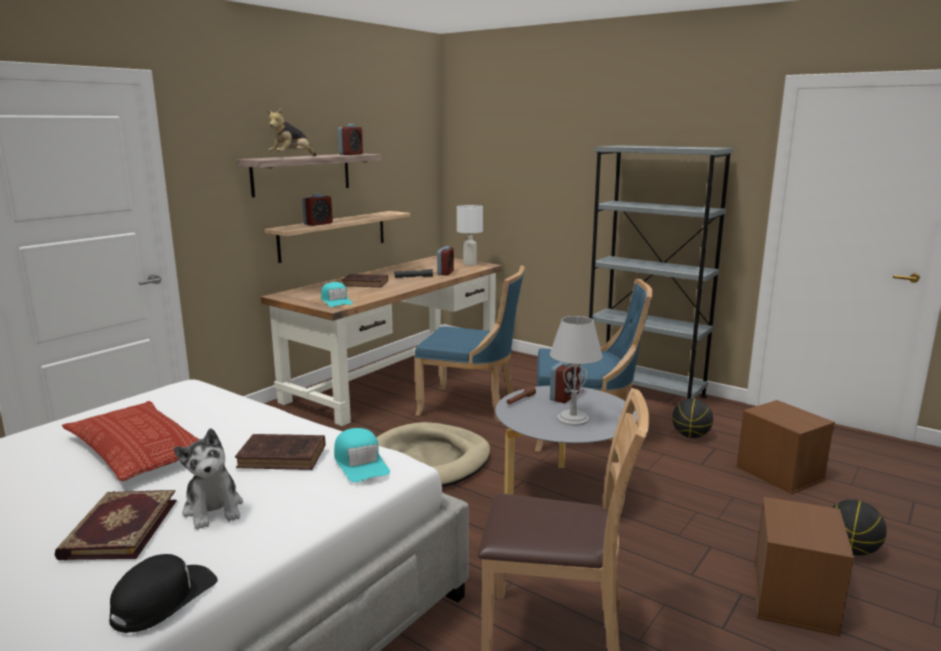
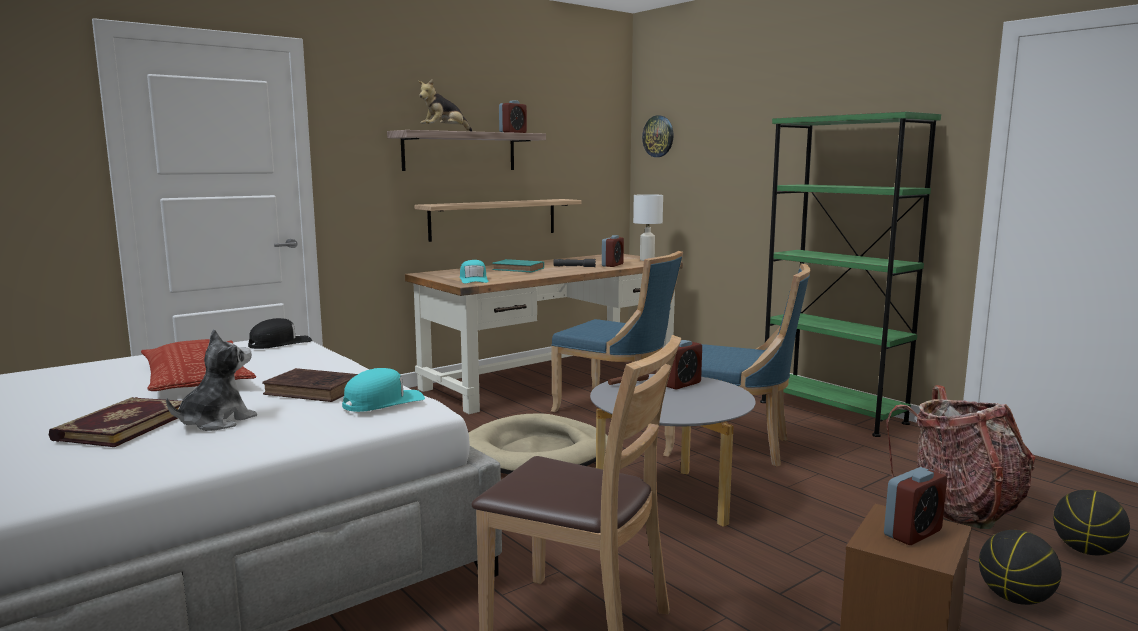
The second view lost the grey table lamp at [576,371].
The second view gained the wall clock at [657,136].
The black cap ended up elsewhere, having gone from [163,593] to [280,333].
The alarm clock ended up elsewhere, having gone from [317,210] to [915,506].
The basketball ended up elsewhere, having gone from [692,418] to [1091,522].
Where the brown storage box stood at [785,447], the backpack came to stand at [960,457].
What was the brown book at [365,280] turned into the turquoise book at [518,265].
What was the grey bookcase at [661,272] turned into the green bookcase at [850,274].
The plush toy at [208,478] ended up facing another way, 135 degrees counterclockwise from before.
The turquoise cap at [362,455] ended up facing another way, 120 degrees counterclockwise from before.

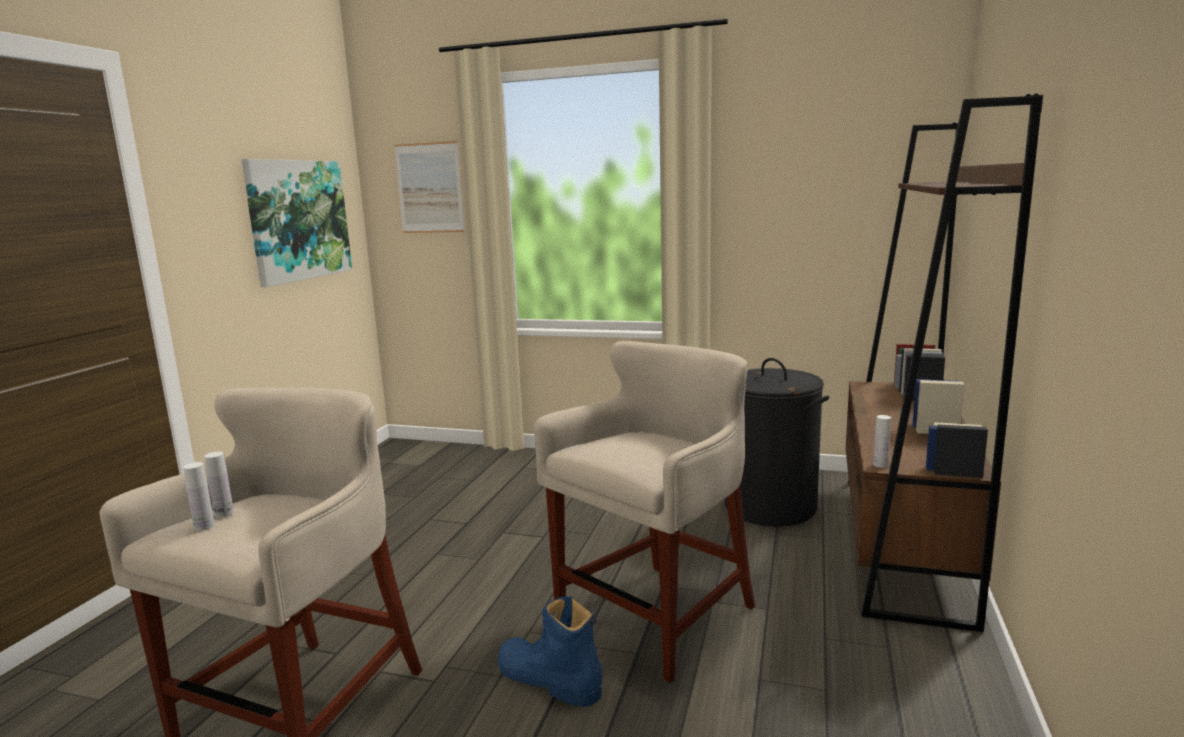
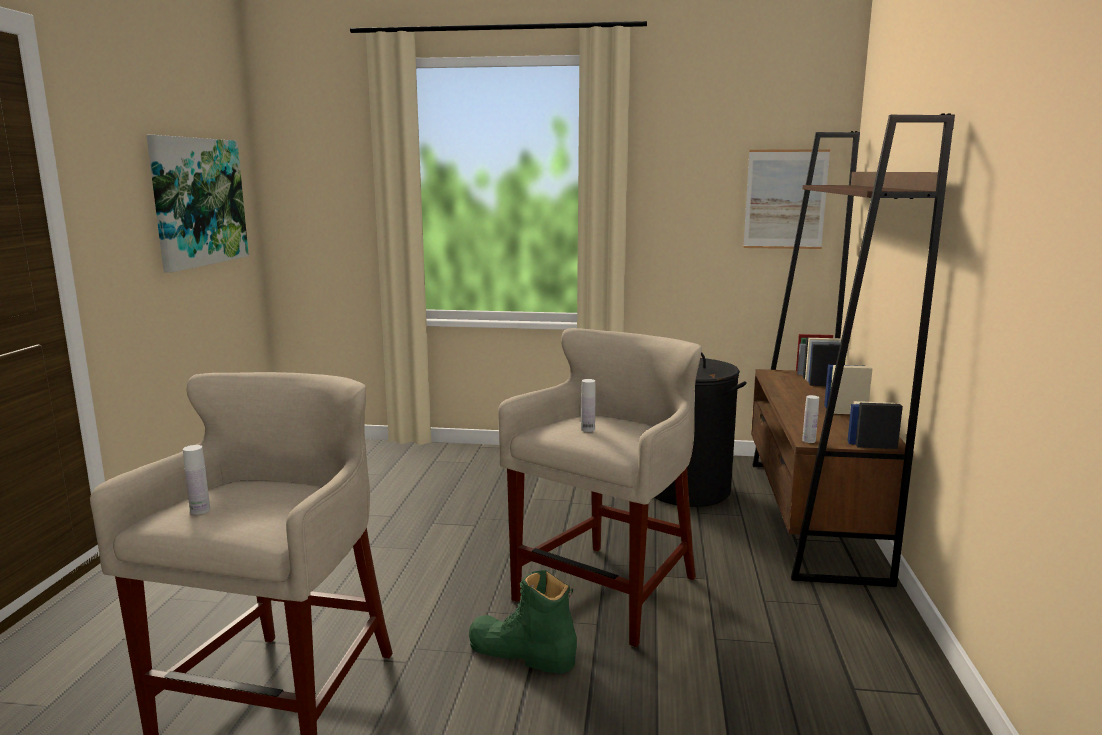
The white bottle ended up elsewhere, having gone from [219,485] to [588,405].
The picture ended up elsewhere, having gone from [429,187] to [786,199].
What was the blue boot at [550,651] turned into the green boot at [523,622].

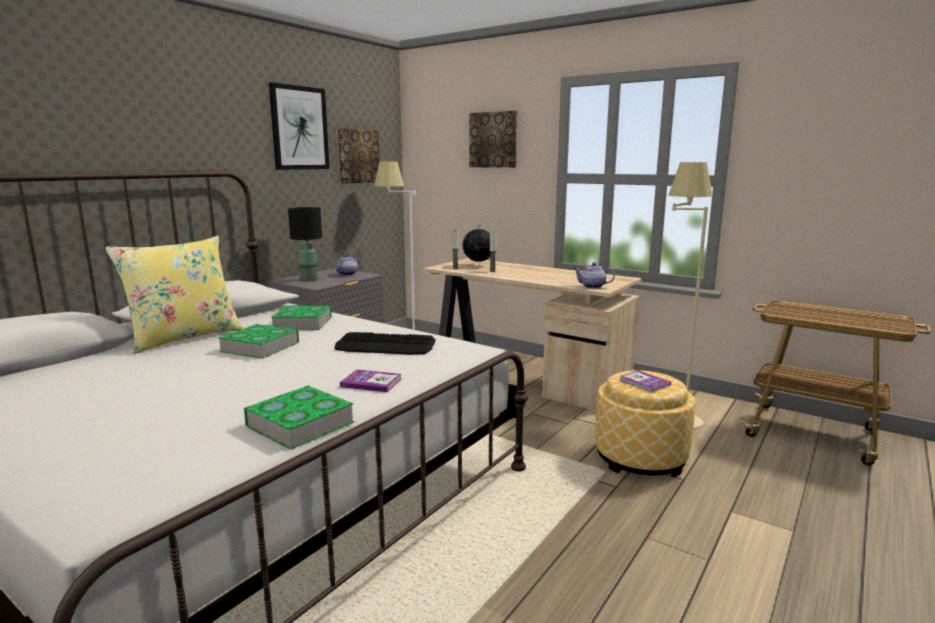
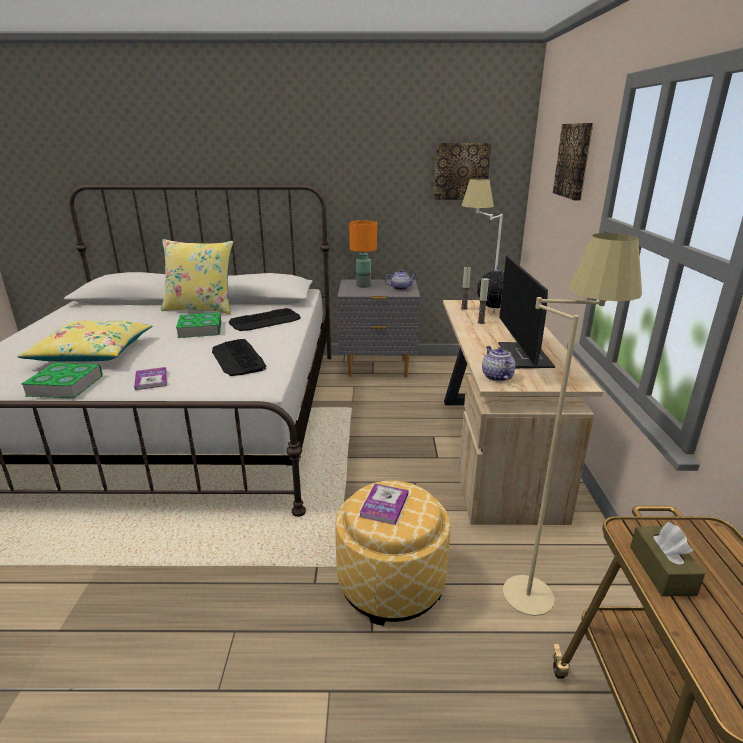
The second view lost the picture at [299,126].
The second view gained the yellow pillow at [84,341].
The second view gained the monitor at [526,311].
The second view gained the brown tissue box at [667,559].
Where the book stood at [301,317], the keyboard came to stand at [265,319].
What was the black table lamp at [305,244] turned into the orange table lamp at [363,254].

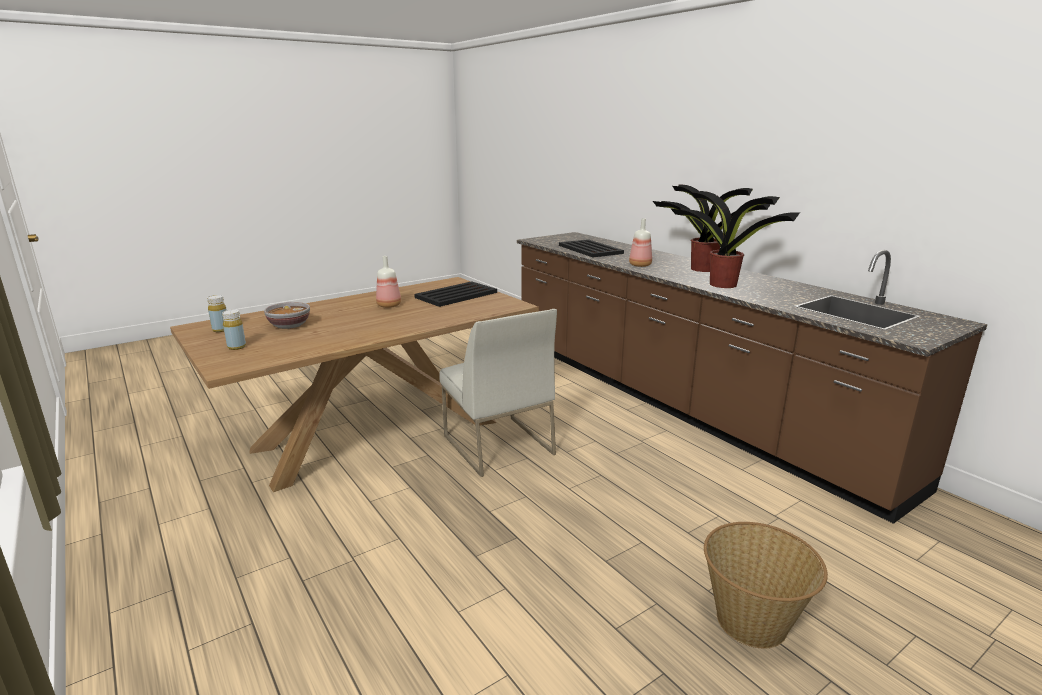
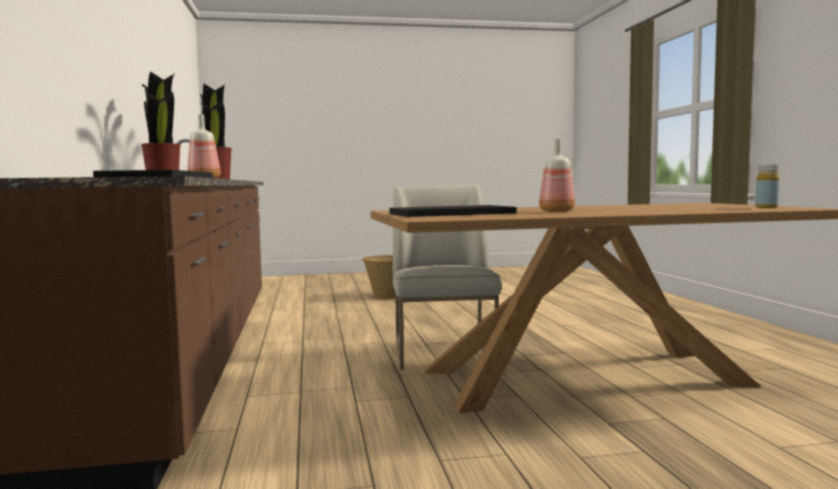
The second view lost the yellow bottle at [234,329].
The second view lost the bowl at [287,315].

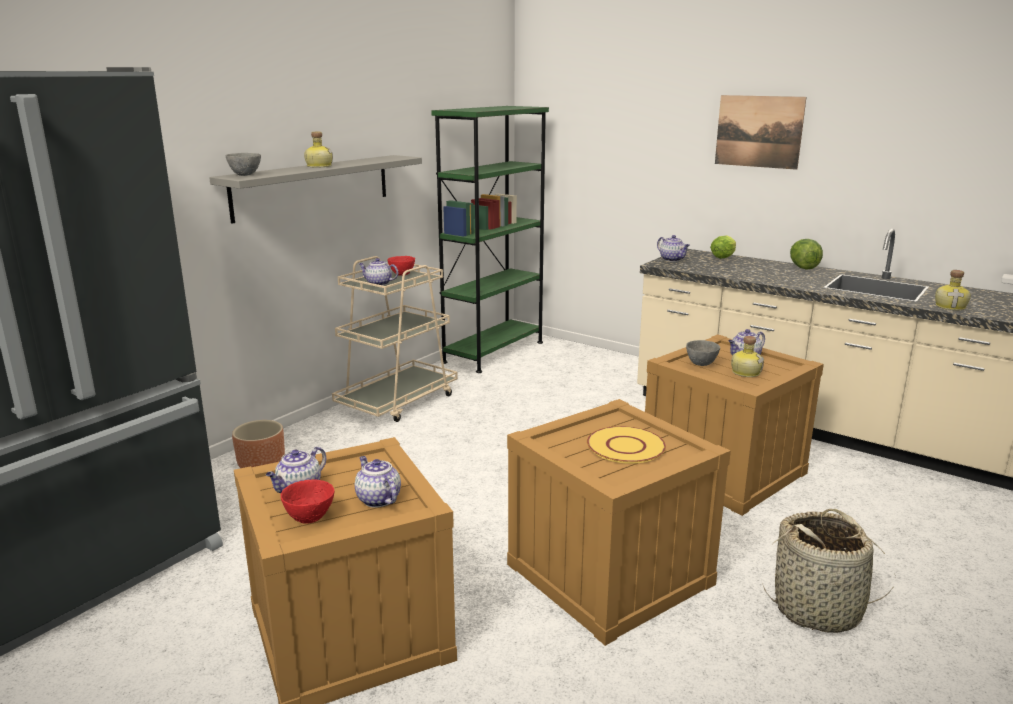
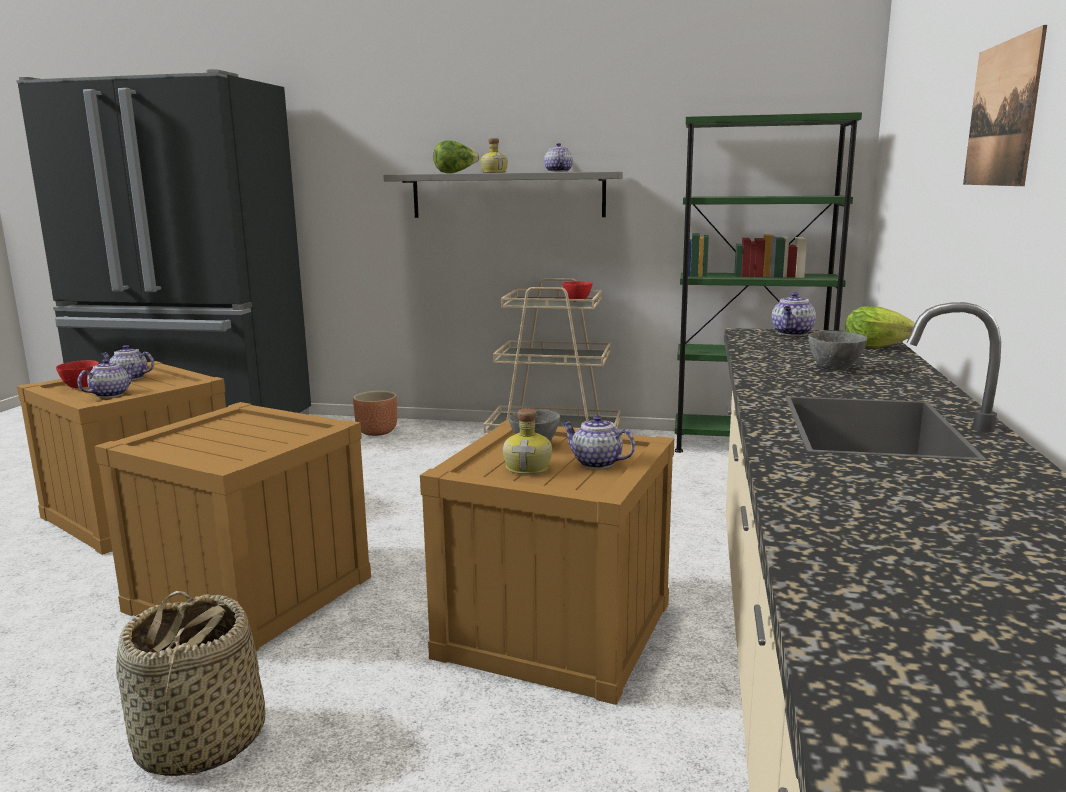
The second view lost the yellow plate at [626,445].
The second view lost the bottle at [953,290].
The grey bowl ended up elsewhere, having gone from [243,164] to [837,350].
The teapot ended up elsewhere, having gone from [378,272] to [558,157].
The lettuce ended up elsewhere, having gone from [806,254] to [456,156].

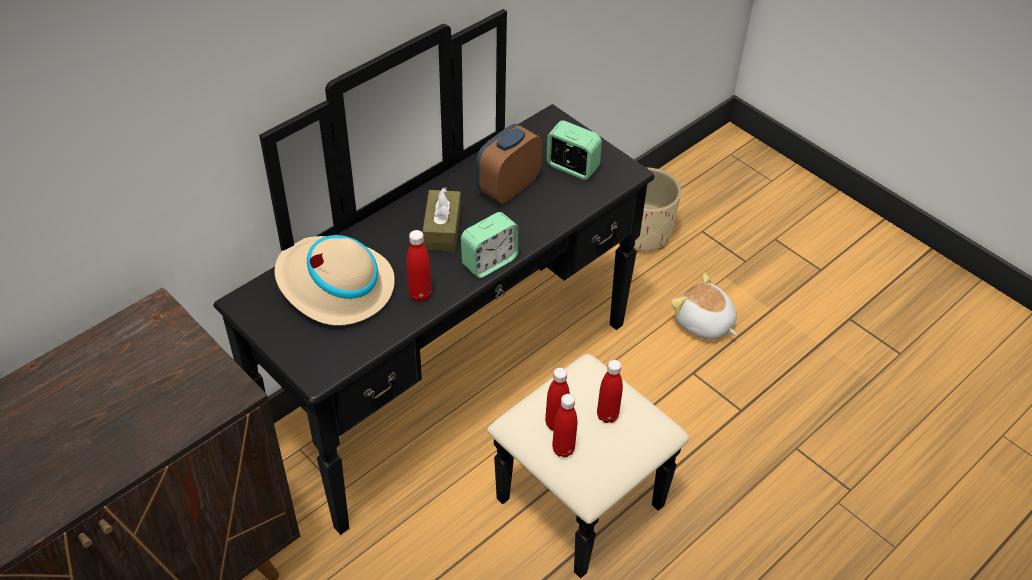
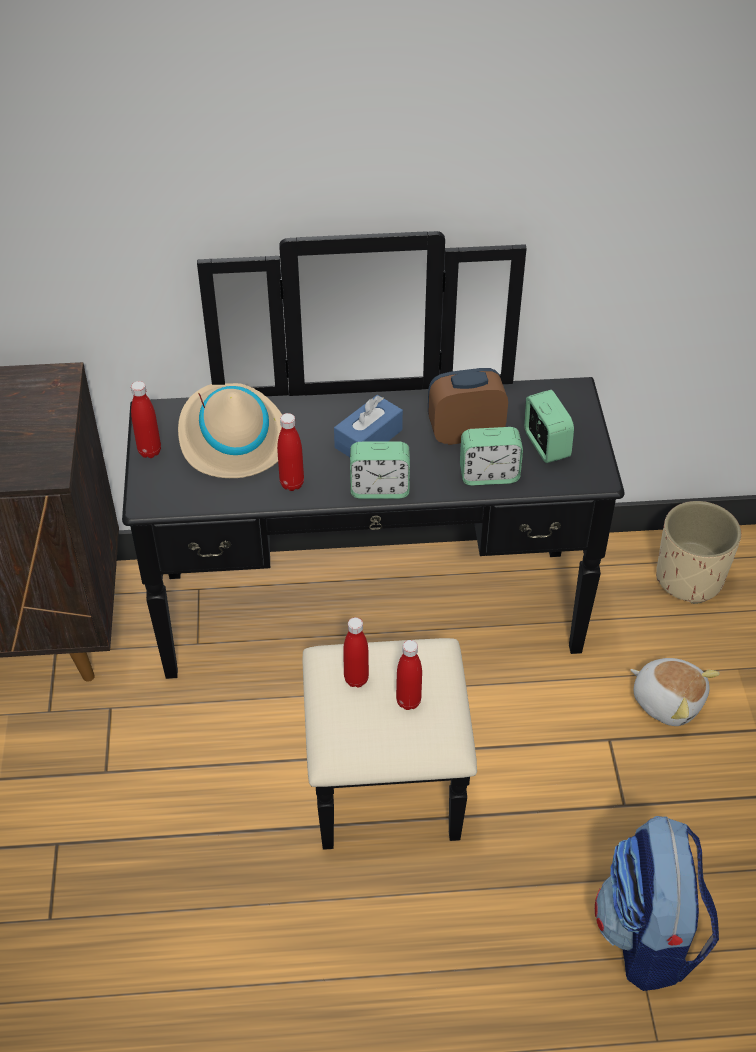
The second view gained the alarm clock at [491,456].
The second view gained the backpack at [657,903].
The red bottle ended up elsewhere, having gone from [564,426] to [146,419].
What was the brown tissue box at [441,219] turned into the blue tissue box at [368,426].
The plush toy at [704,306] ended up facing another way, 135 degrees clockwise from before.

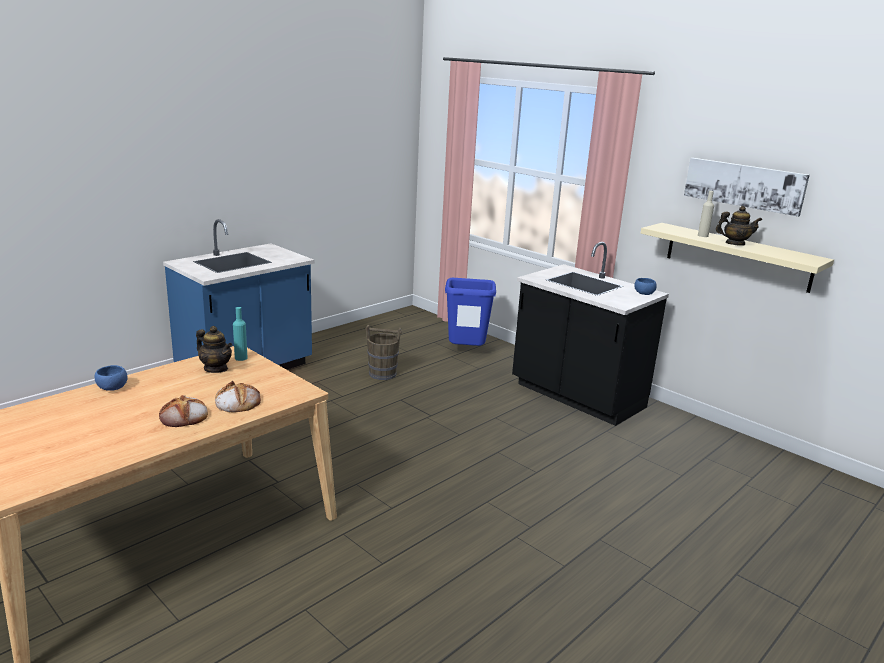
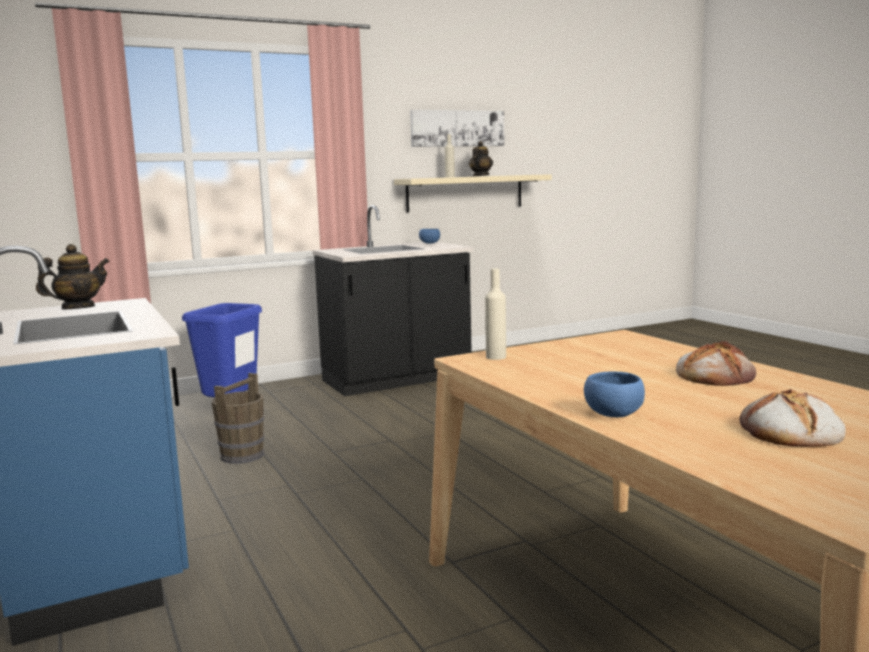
The teapot ended up elsewhere, having gone from [214,349] to [73,276].
The bread ended up elsewhere, having gone from [238,396] to [792,418].
What was the turquoise bottle at [240,334] turned into the beige bottle at [495,314].

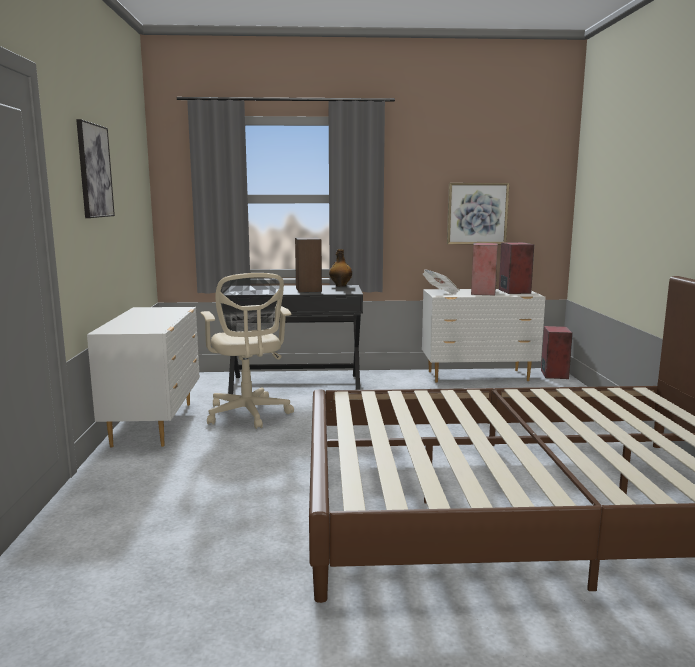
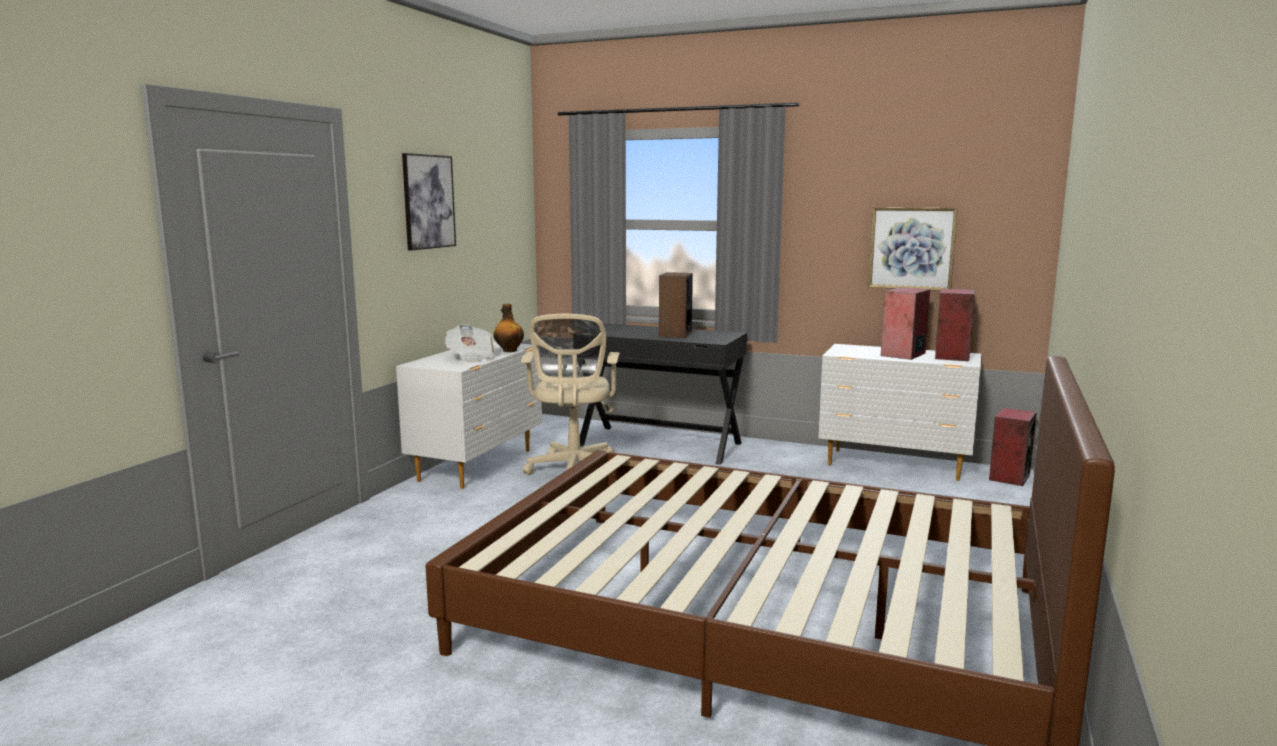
The bottle ended up elsewhere, having gone from [340,268] to [509,328].
The newspaper ended up elsewhere, having gone from [441,282] to [470,343].

